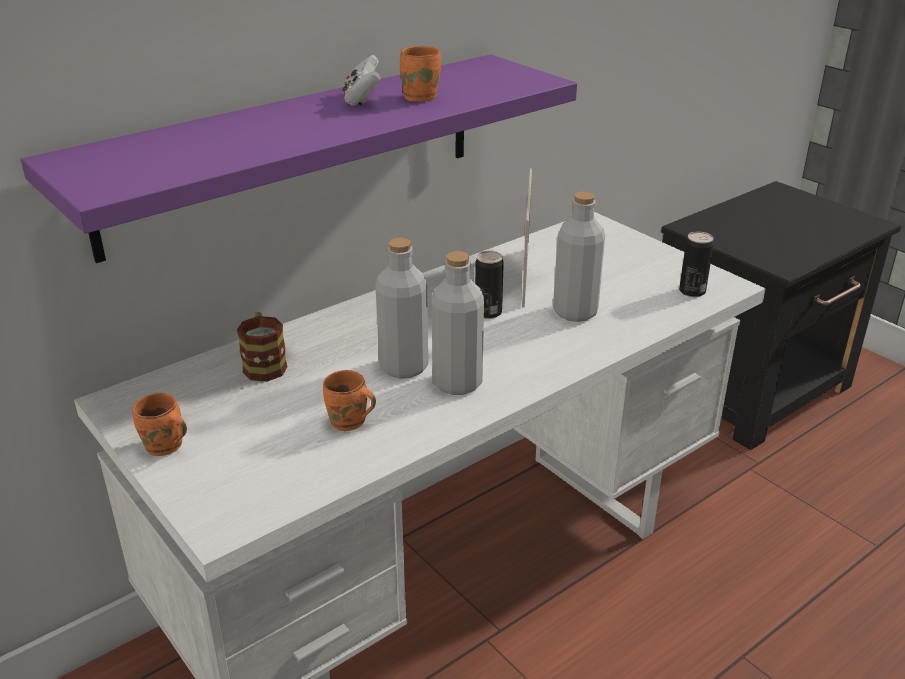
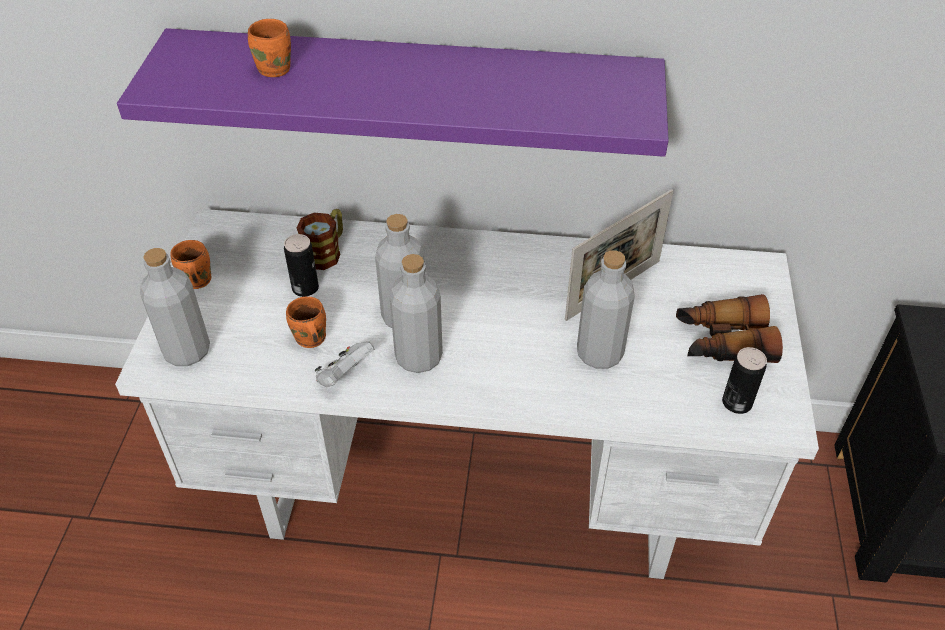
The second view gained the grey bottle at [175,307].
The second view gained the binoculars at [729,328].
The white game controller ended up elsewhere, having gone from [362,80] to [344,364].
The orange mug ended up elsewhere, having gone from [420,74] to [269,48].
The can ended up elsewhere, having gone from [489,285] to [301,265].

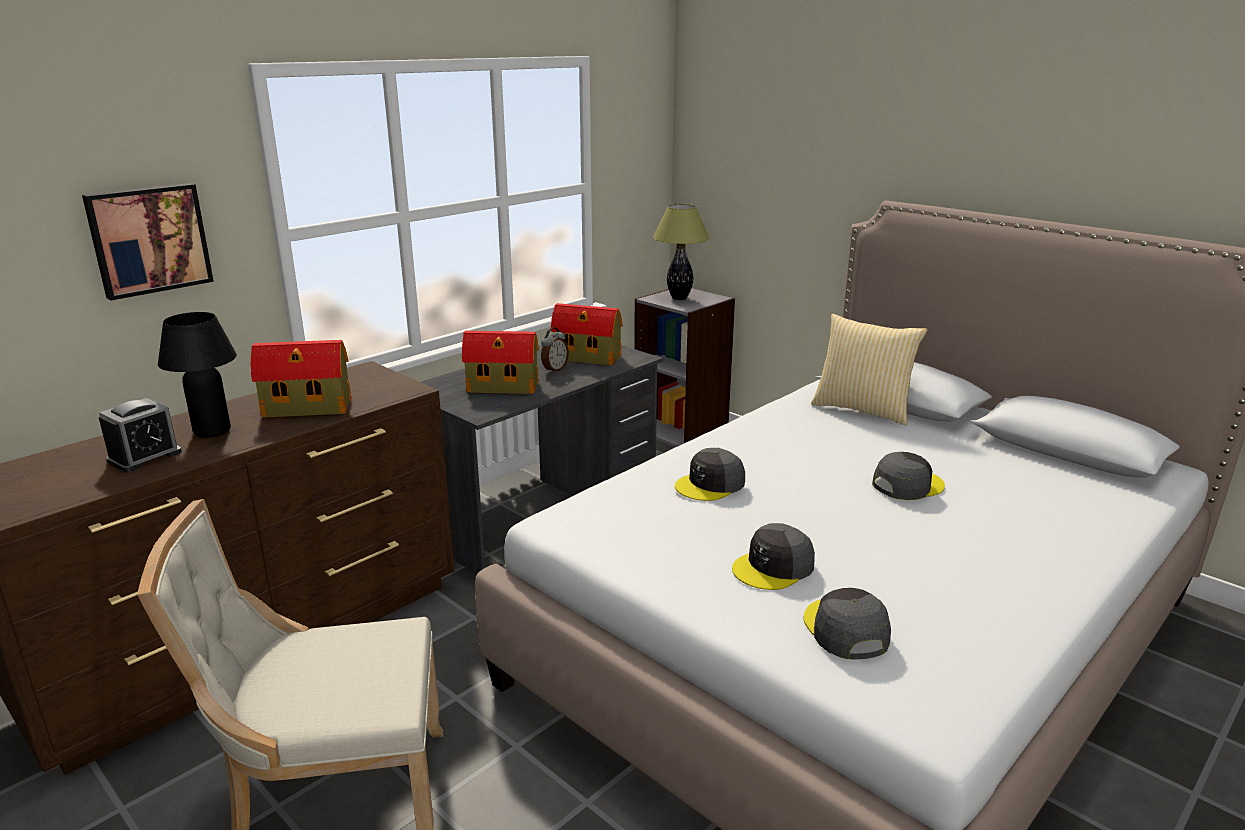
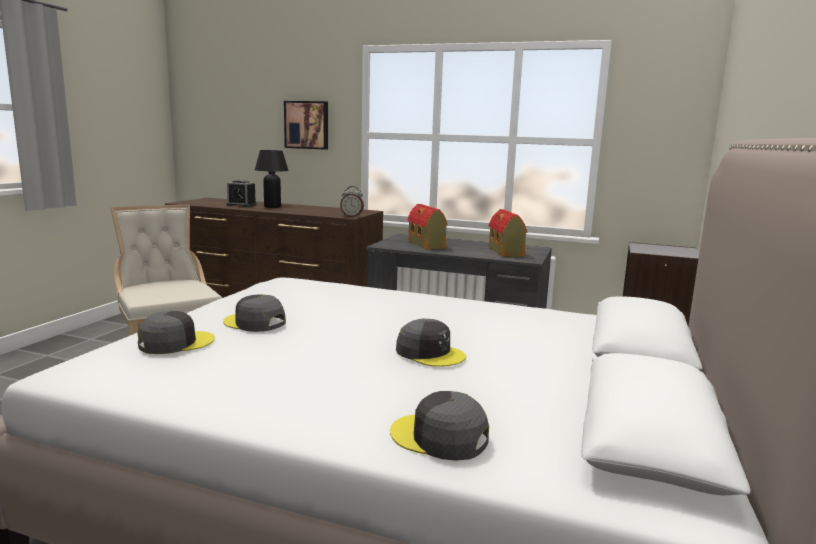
The second view lost the toy house at [300,379].
The second view lost the table lamp at [681,252].
The second view lost the pillow at [869,370].
The alarm clock ended up elsewhere, having gone from [555,350] to [352,201].
The grey cap ended up elsewhere, having gone from [710,474] to [439,426].

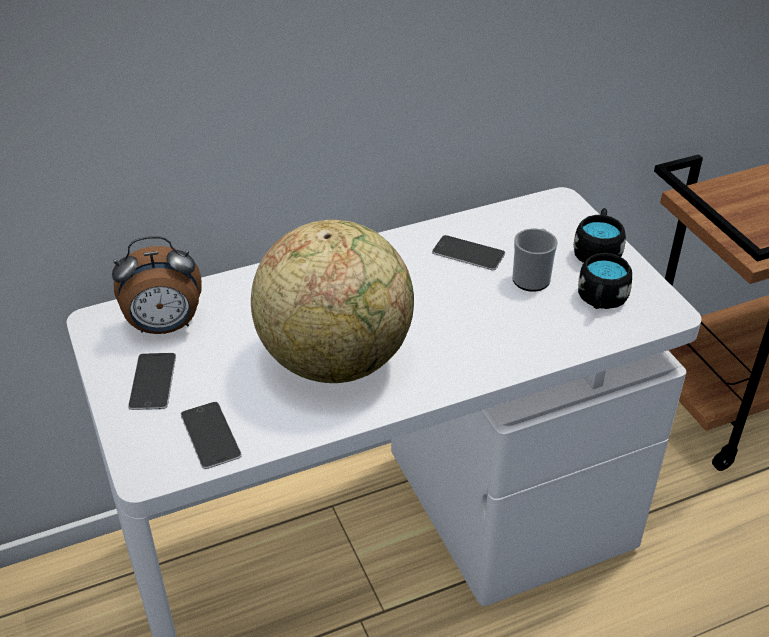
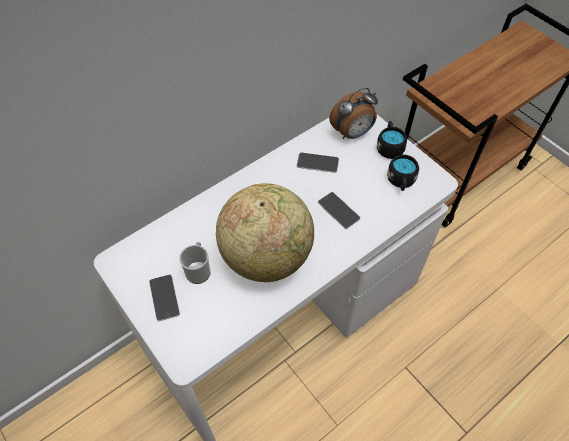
The alarm clock ended up elsewhere, having gone from [157,285] to [353,113].
The phone ended up elsewhere, having gone from [211,435] to [339,210].
The mug ended up elsewhere, having gone from [535,260] to [195,263].

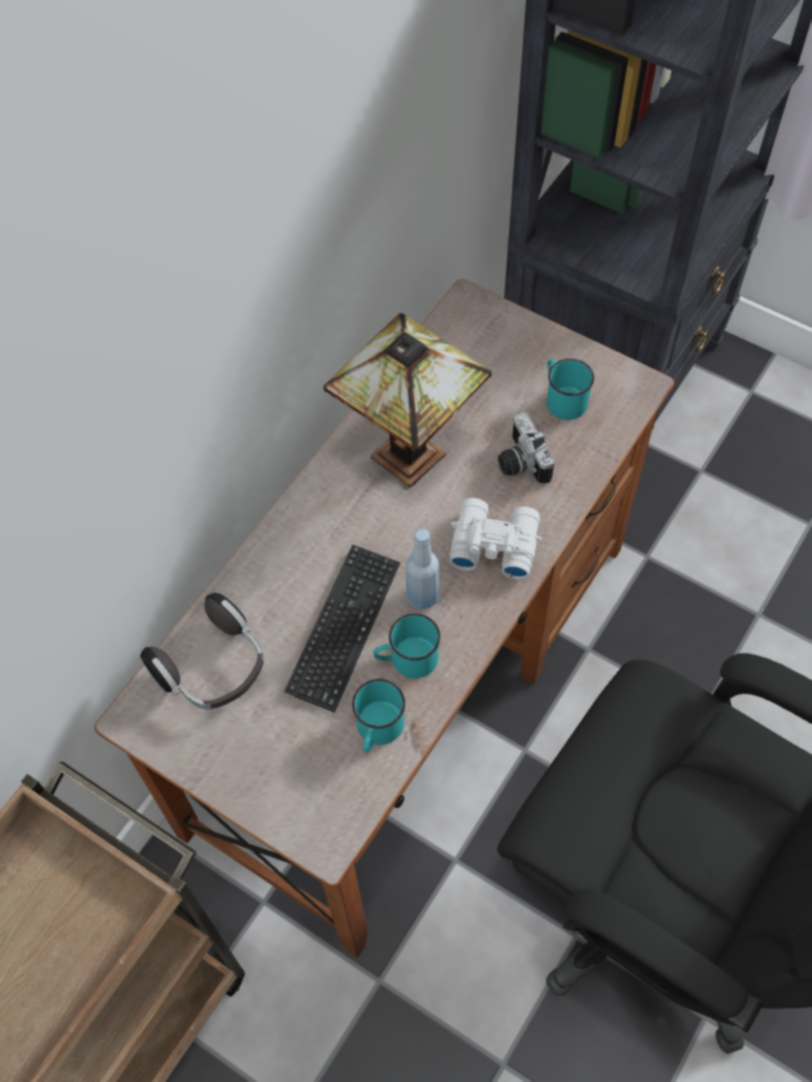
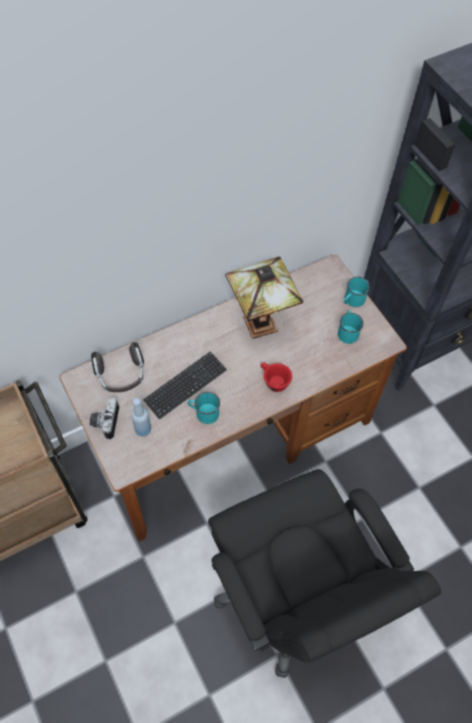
The turquoise mug ended up elsewhere, having gone from [378,715] to [357,292].
The blue bottle ended up elsewhere, having gone from [422,569] to [141,417].
The photo camera ended up elsewhere, having gone from [526,448] to [104,418].
Where the white binoculars stood at [496,539], the red cup came to stand at [276,377].

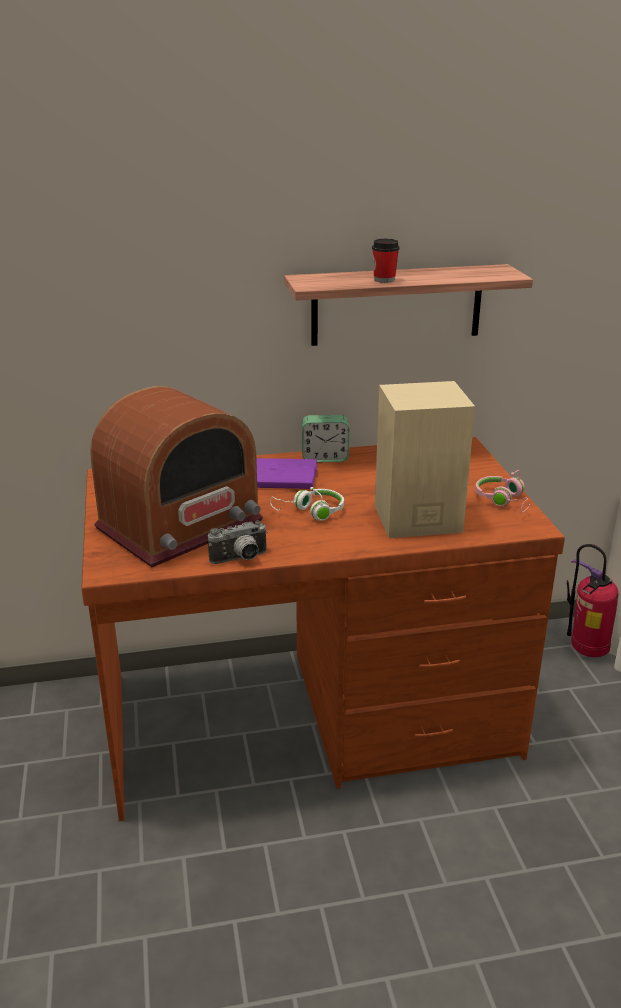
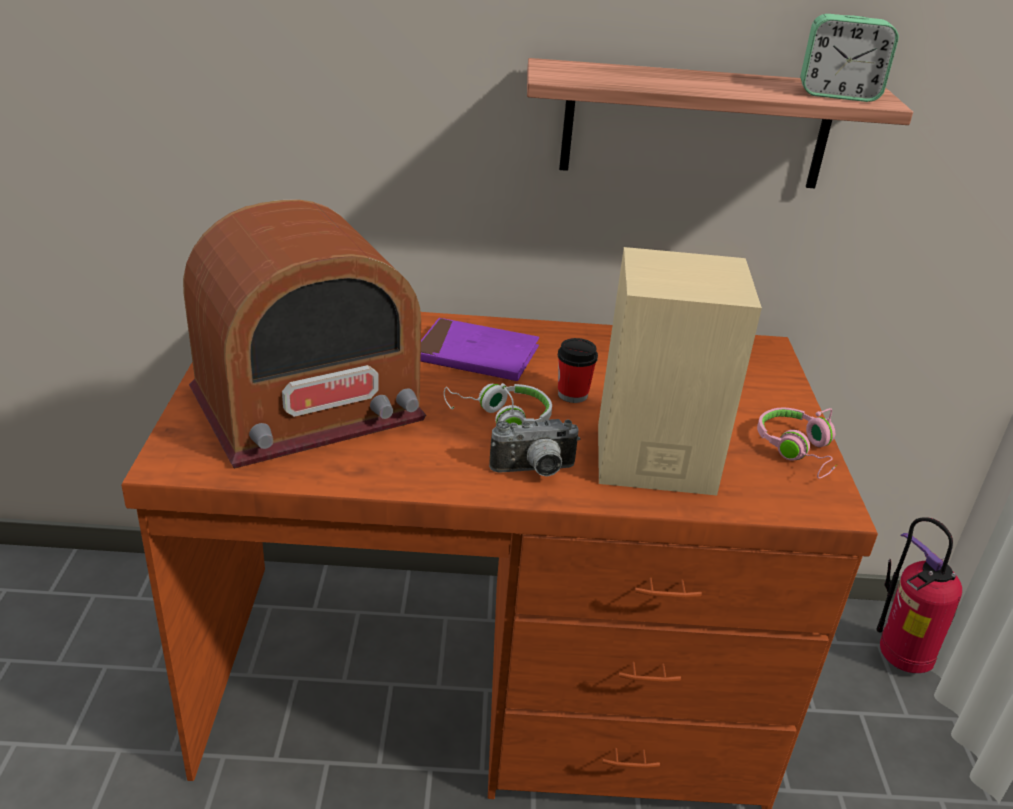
The photo camera ended up elsewhere, having gone from [238,542] to [534,448].
The alarm clock ended up elsewhere, having gone from [326,438] to [850,58].
The cup ended up elsewhere, having gone from [386,261] to [578,370].

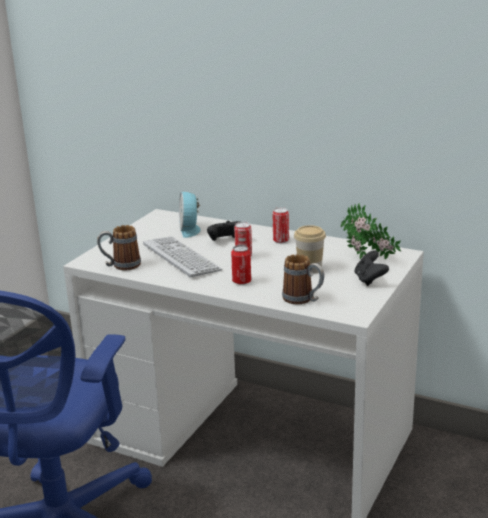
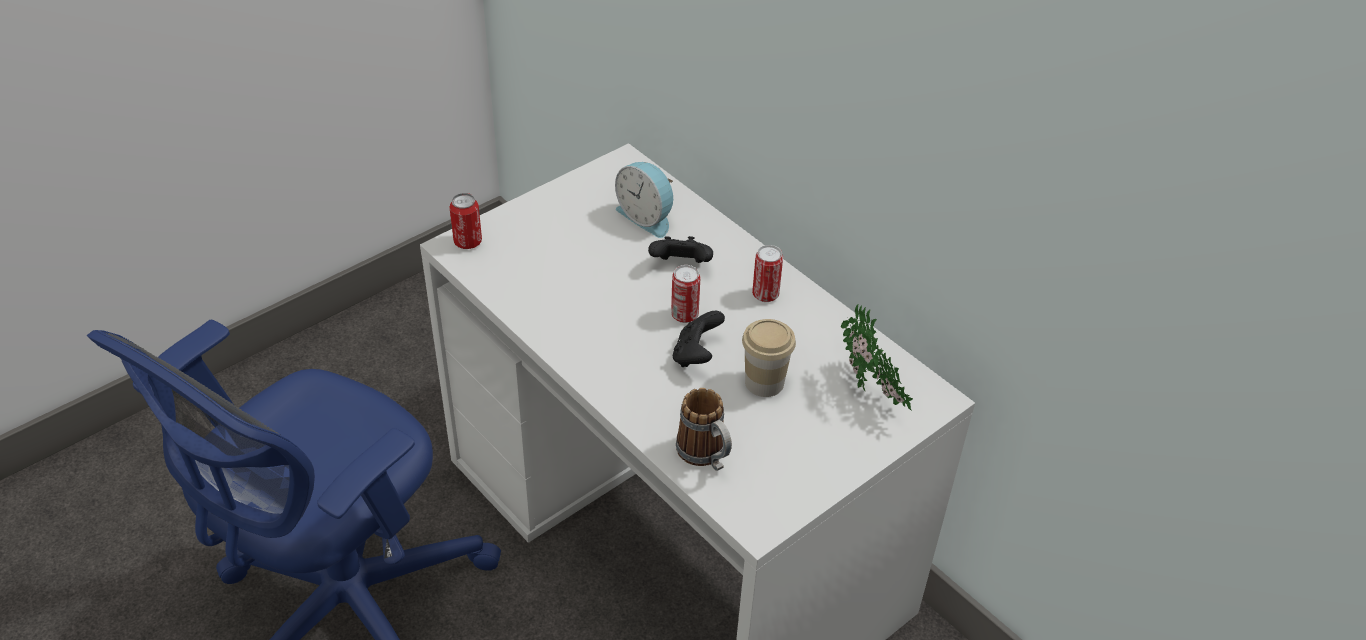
The second view lost the mug at [119,247].
The second view lost the keyboard at [183,257].
The can ended up elsewhere, having gone from [241,265] to [465,221].
The black game controller ended up elsewhere, having gone from [371,268] to [699,339].
The alarm clock at [190,215] ended up facing another way, 60 degrees counterclockwise from before.

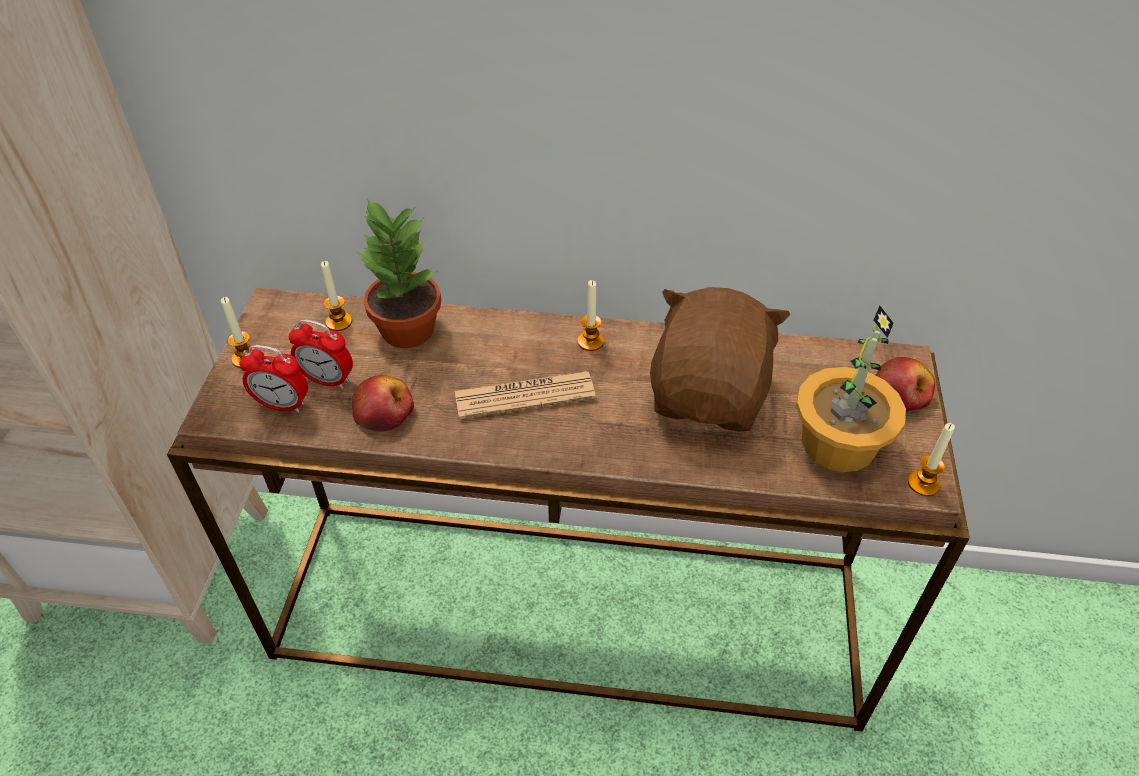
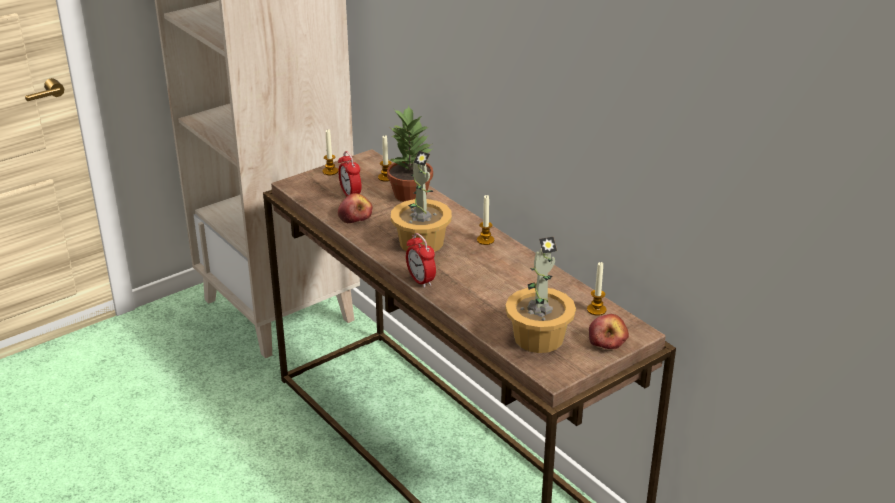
The second view lost the brown plush toy at [720,359].
The alarm clock ended up elsewhere, having gone from [273,379] to [421,260].
The candle ended up elsewhere, having gone from [931,459] to [597,289].
Where the newspaper stood at [525,395], the potted plant came to stand at [421,201].

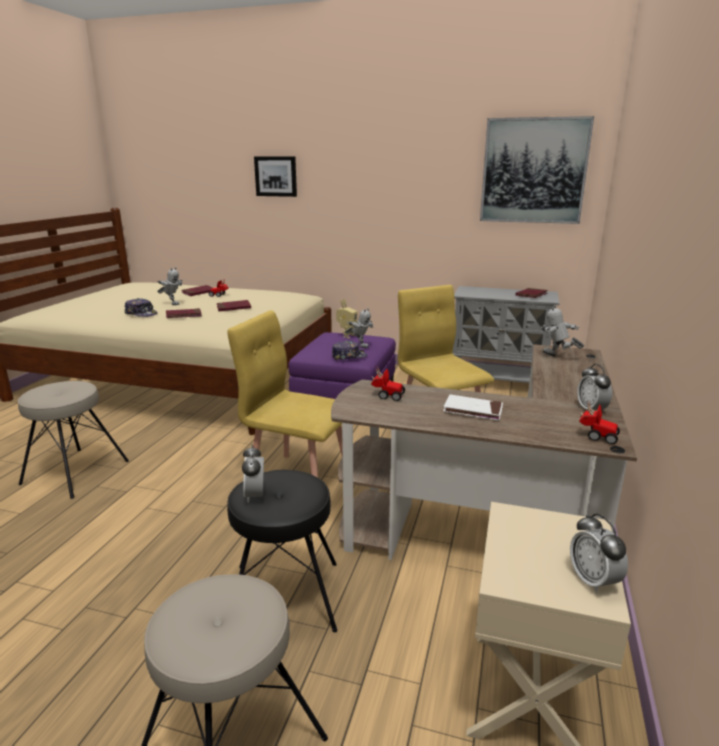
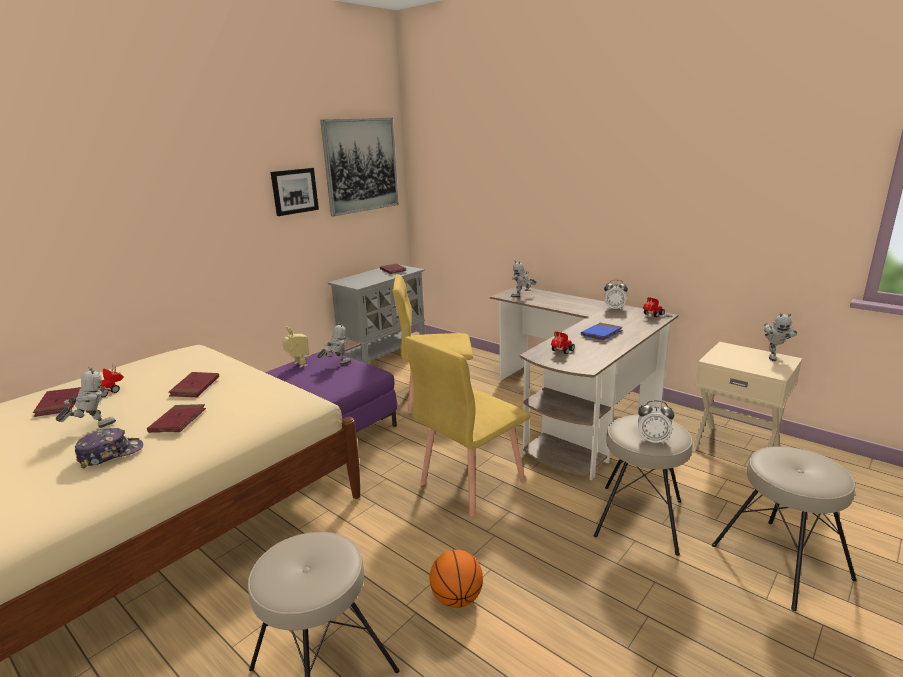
The second view lost the cap at [349,350].
The second view gained the basketball at [456,579].
The picture ended up elsewhere, having gone from [275,176] to [295,192].
Where the alarm clock stood at [599,554], the toy robot came to stand at [780,337].
What was the black stool at [282,551] turned into the beige stool at [643,485].
What was the white book at [473,407] turned into the blue book at [601,331].

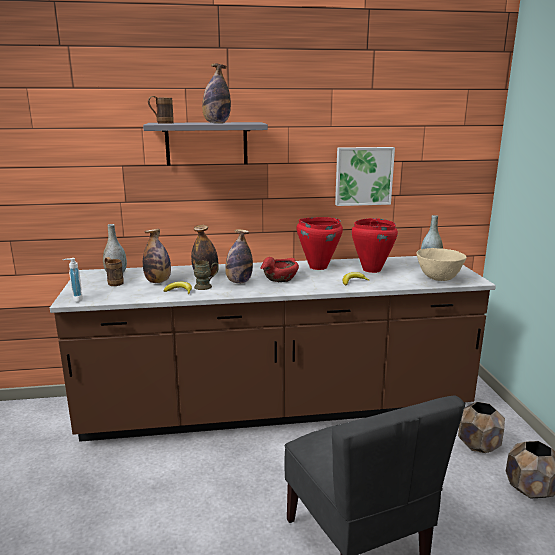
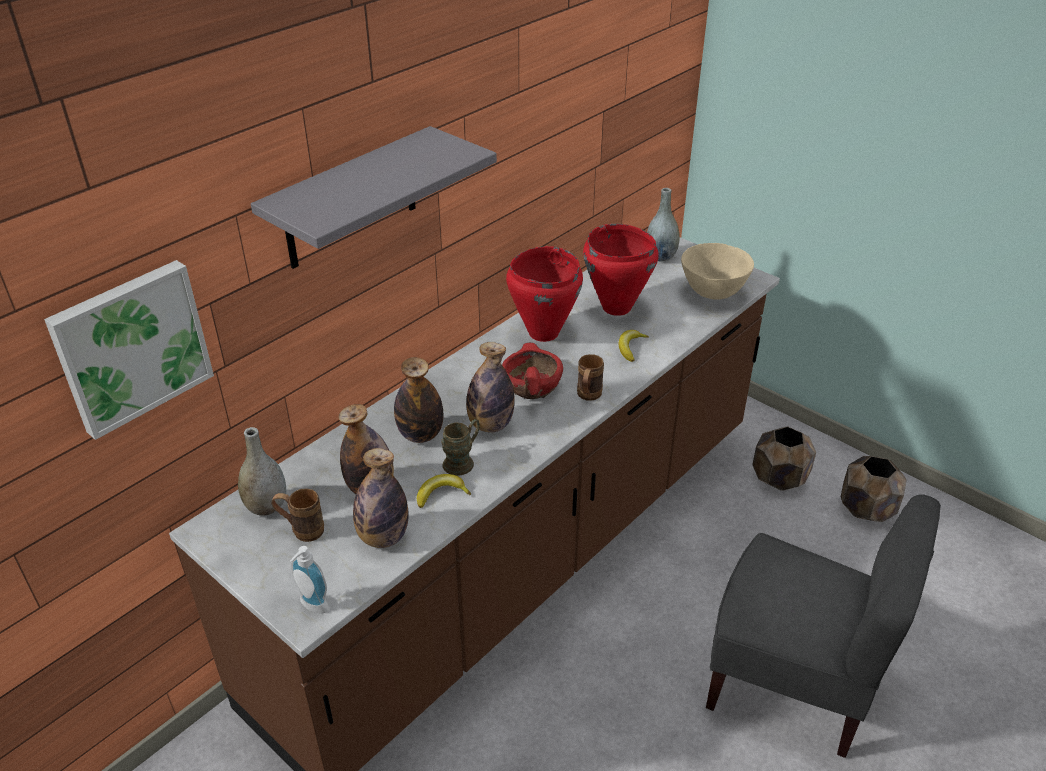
The brown mug ended up elsewhere, having gone from [161,110] to [590,377].
The bottle ended up elsewhere, having gone from [216,93] to [381,498].
The picture ended up elsewhere, having gone from [365,176] to [129,350].

